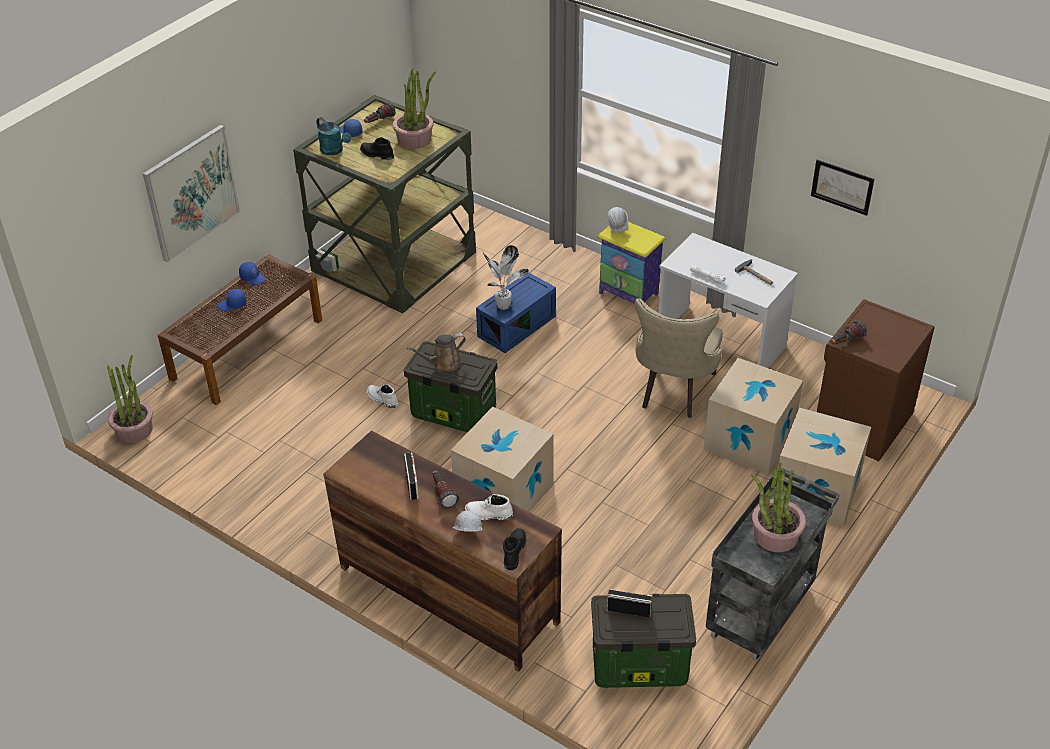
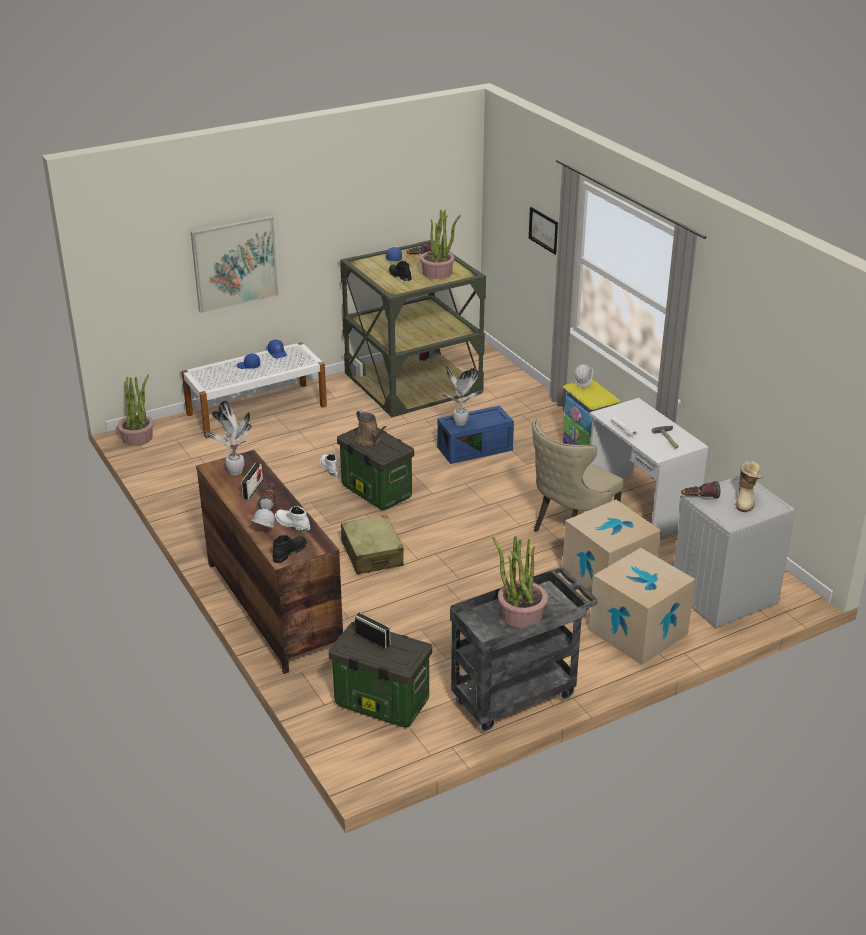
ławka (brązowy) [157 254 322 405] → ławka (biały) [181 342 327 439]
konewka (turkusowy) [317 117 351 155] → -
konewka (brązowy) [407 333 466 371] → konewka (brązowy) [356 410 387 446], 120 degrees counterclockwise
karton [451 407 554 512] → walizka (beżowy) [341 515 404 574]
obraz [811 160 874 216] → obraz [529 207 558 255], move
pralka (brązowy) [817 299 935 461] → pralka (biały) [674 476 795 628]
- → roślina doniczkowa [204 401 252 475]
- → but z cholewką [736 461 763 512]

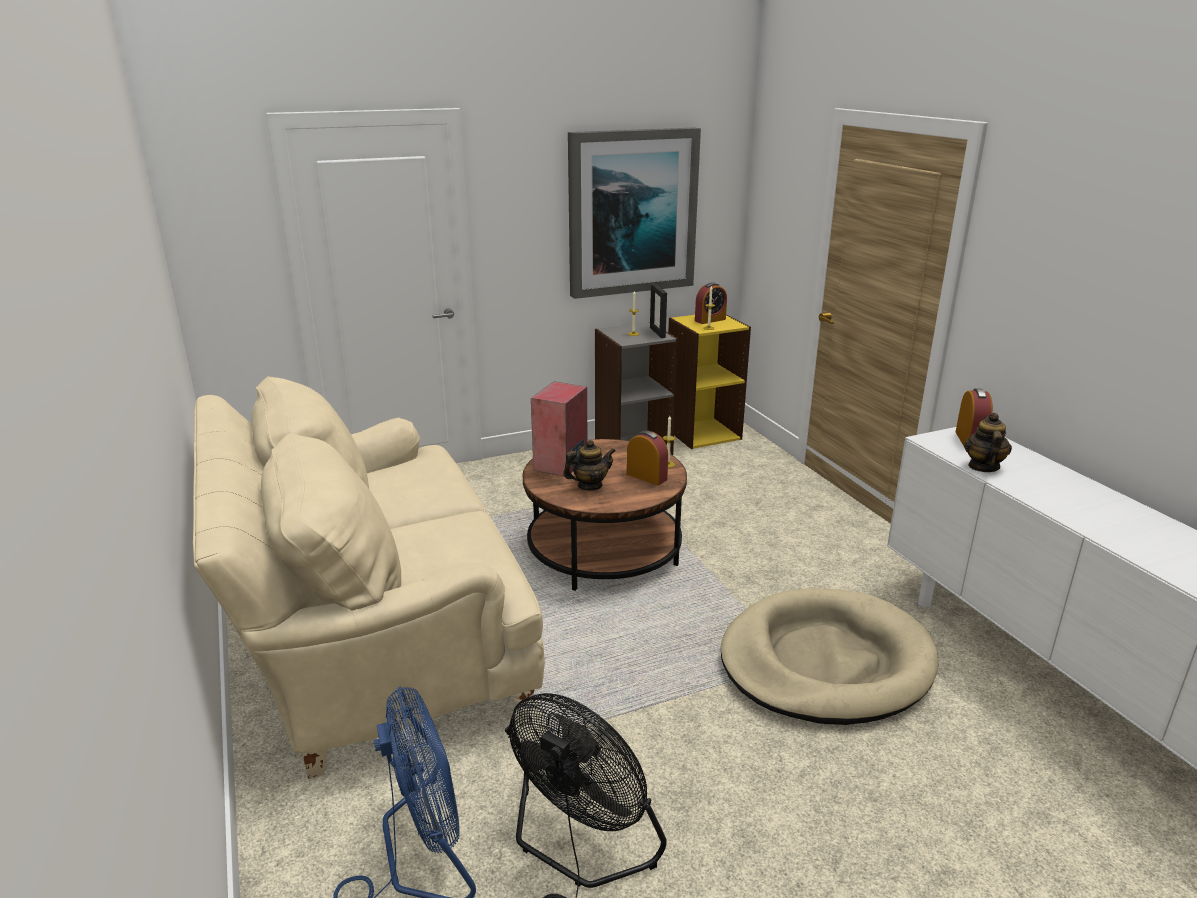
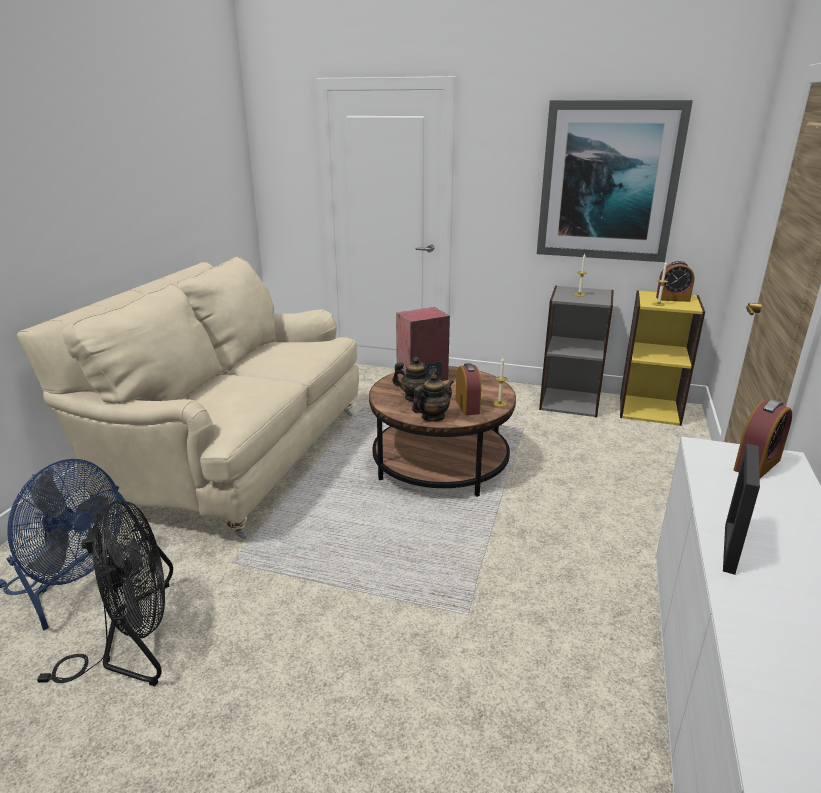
ramka na zdjęcie [650 284 667 338] → ramka na zdjęcie [723 444 760 575], move
legowisko (beżowy) [721 588 939 725] → -
imbryk [964 413 1012 472] → imbryk [412 374 454 422], move

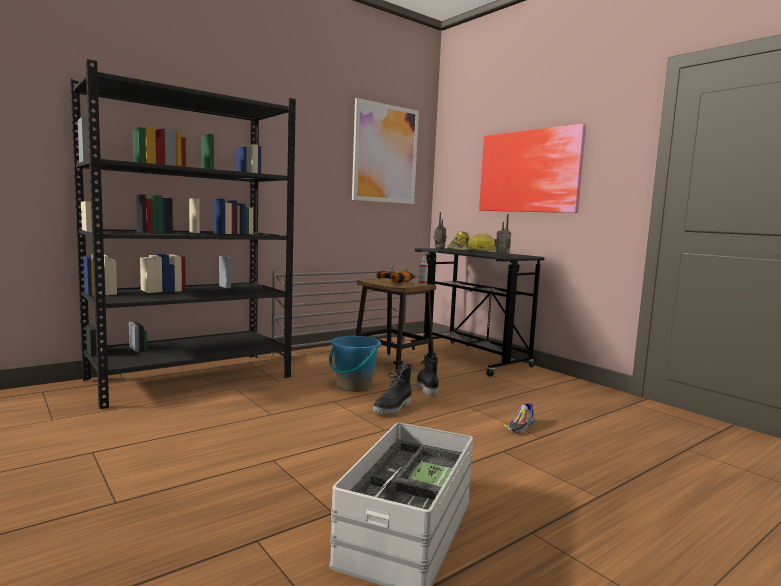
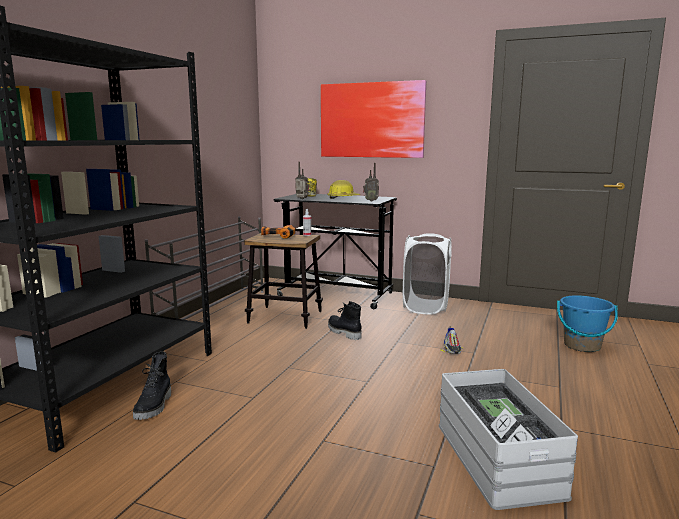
wiadro (niebieski) [329 336 381 392] → wiadro (niebieski) [557 295 618 352], move
obraz [352 98 419 204] → -
but z cholewką (czarny) [373 364 412 414] → but z cholewką (czarny) [133 351 171 420], move
- → kosz na pranie (biały) [403 233 452 314]

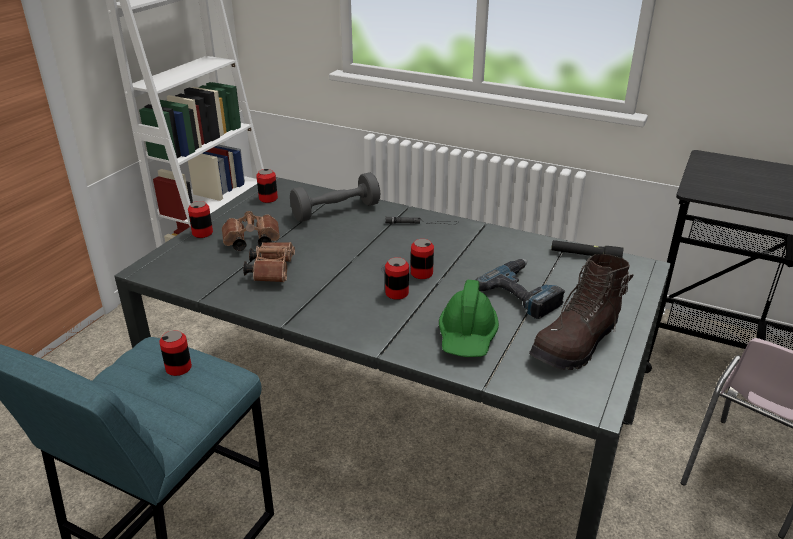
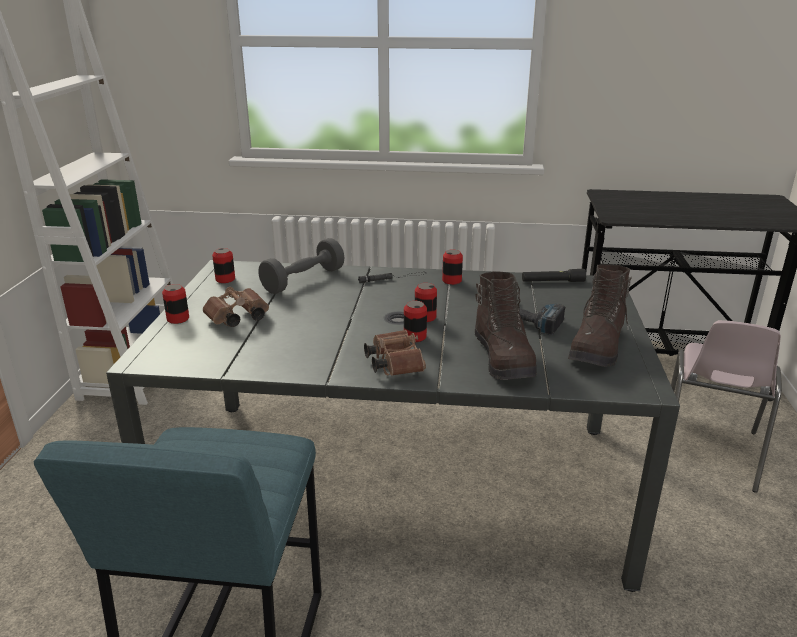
puszka [159 330 192 376] → puszka [442 249 463 285], move
lornetka (brązowy) [243 242 295 282] → lornetka (brązowy) [364 330 426 376], move
kask (zielony) [439 280 499 357] → but z cholewką (brązowy) [475 271 537 380]

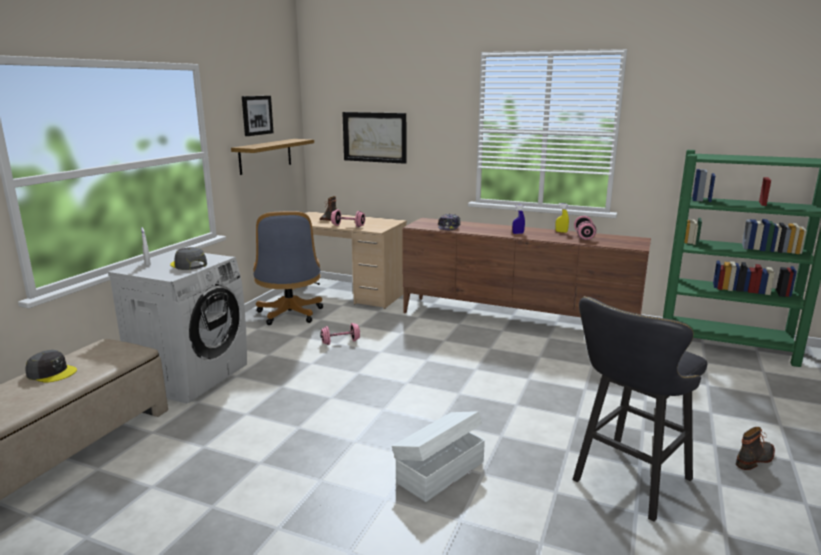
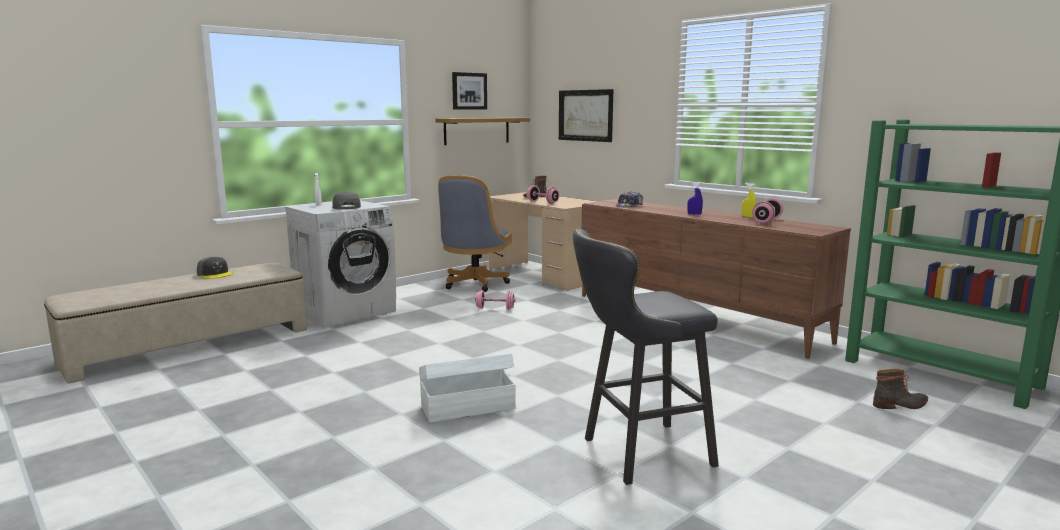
but z cholewką [736 427 775 470] → but z cholewką [873 369 928 409], move

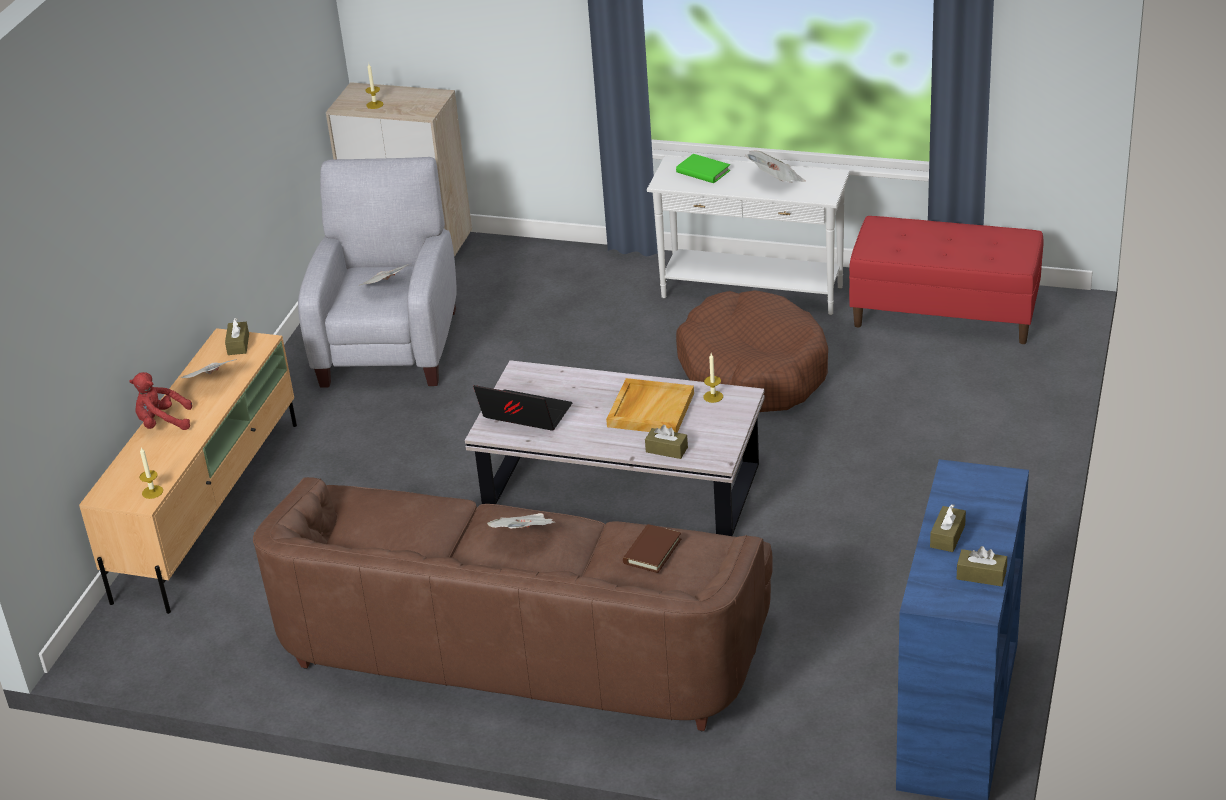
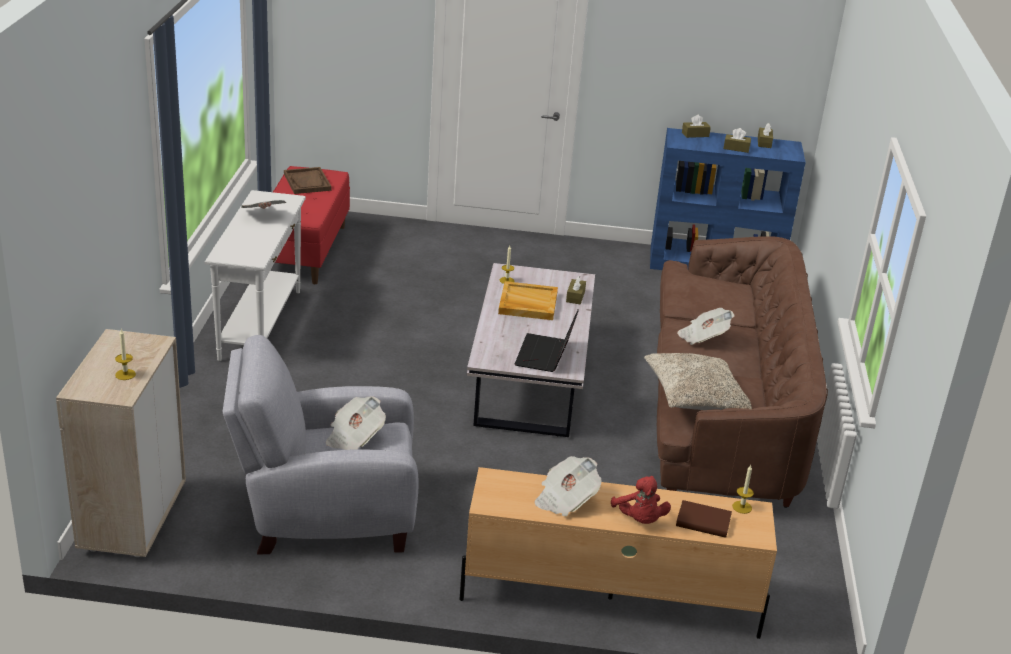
pudełko chusteczek (brązowy) [225 318 249 355] → pudełko chusteczek (brązowy) [682 115 711 138], move
książka (brązowy) [623 524 681 573] → książka (brązowy) [676 500 732 538], move
książka (zielony) [676 154 730 183] → -
legowisko (brązowy) [676 290 828 412] → -
- → taca (brązowy) [284 167 331 194]
- → poduszka (beżowy) [644 353 752 410]

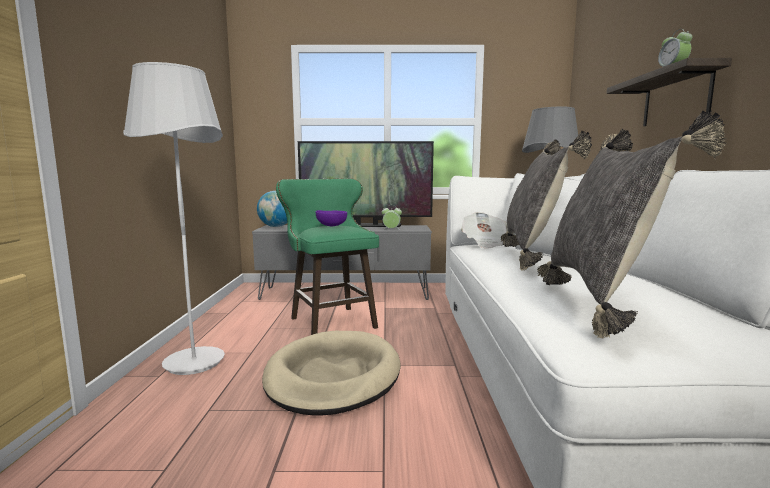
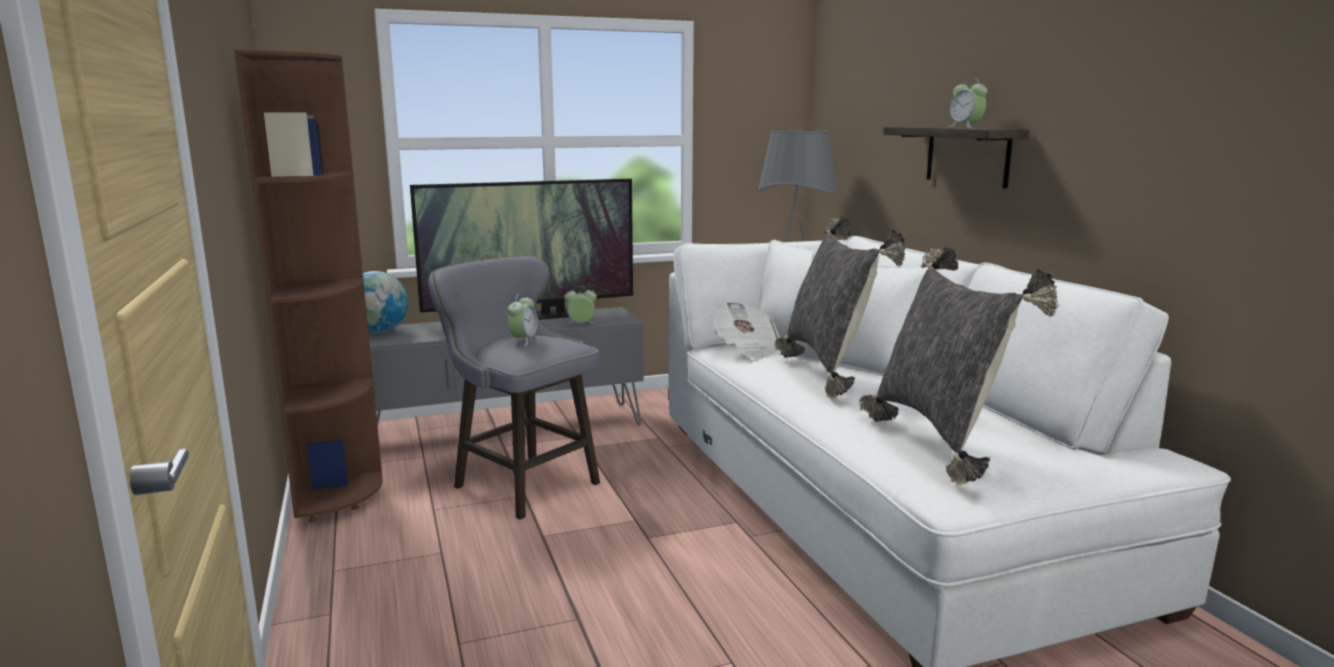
lampa stojąca (biały) [123 62 225 375] → -
legowisko (beżowy) [262 331 401 416] → -
stołek (zielony) [276 178 379 335] → stołek (szary) [428 256 600 520]
miska (fioletowy) [316 210 347 226] → budzik [508 294 539 346]
- → regał (brązowy) [234 50 383 522]

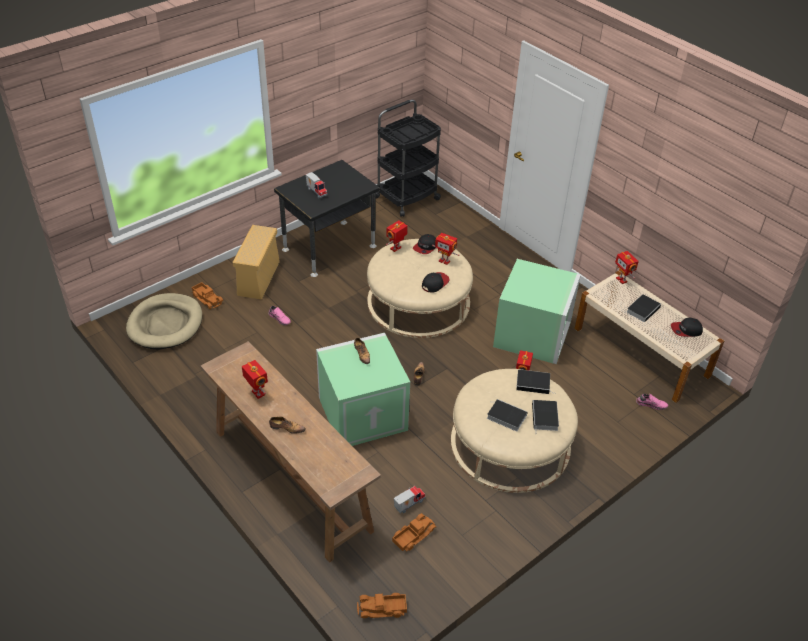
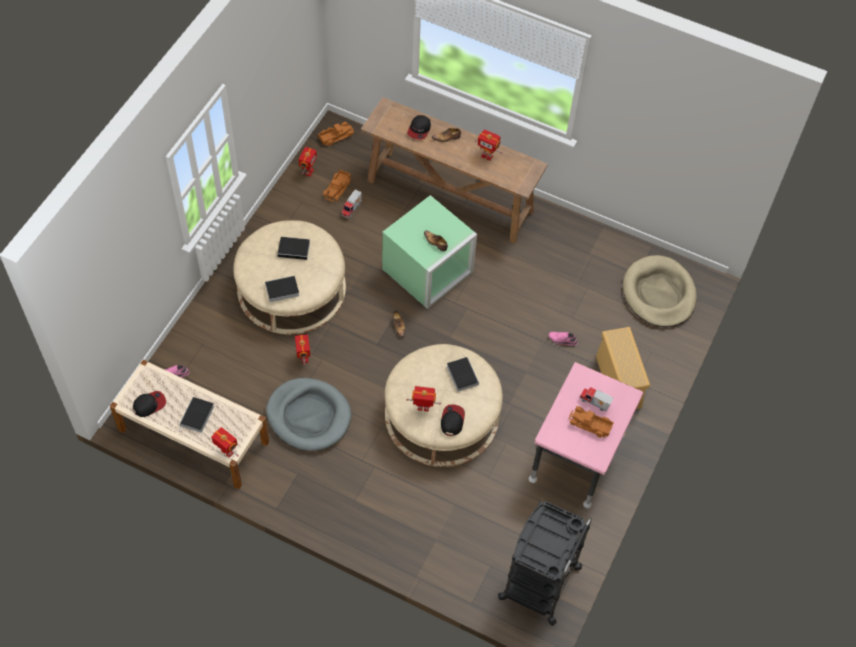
ciężarówka zabawkowa [192 282 223 309] → ciężarówka zabawkowa [568 406 614 438], move
biurko (czarny) [274 160 380 277] → biurko (różowy) [529 362 644 508]
robot zabawkowy [386 220 408 252] → robot zabawkowy [299 147 317 177], move
czapka z daszkiem [422 272 450 293] → czapka z daszkiem [407 115 431 140], move
pojemnik do przechowywania (zielony) [493 259 581 364] → legowisko (szary) [266 378 351 451]
książka [532 400 559 435] → książka [447 356 479 392], move

